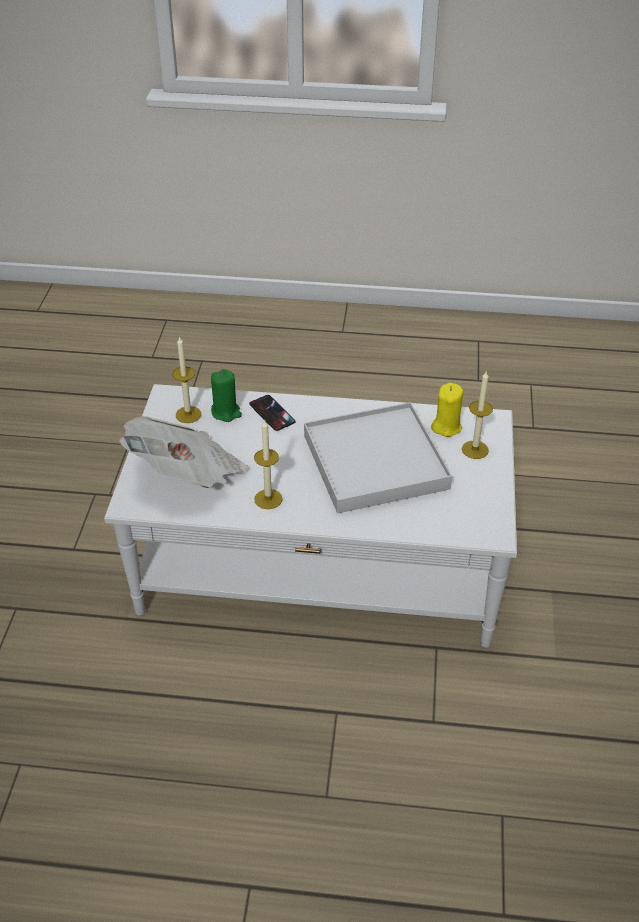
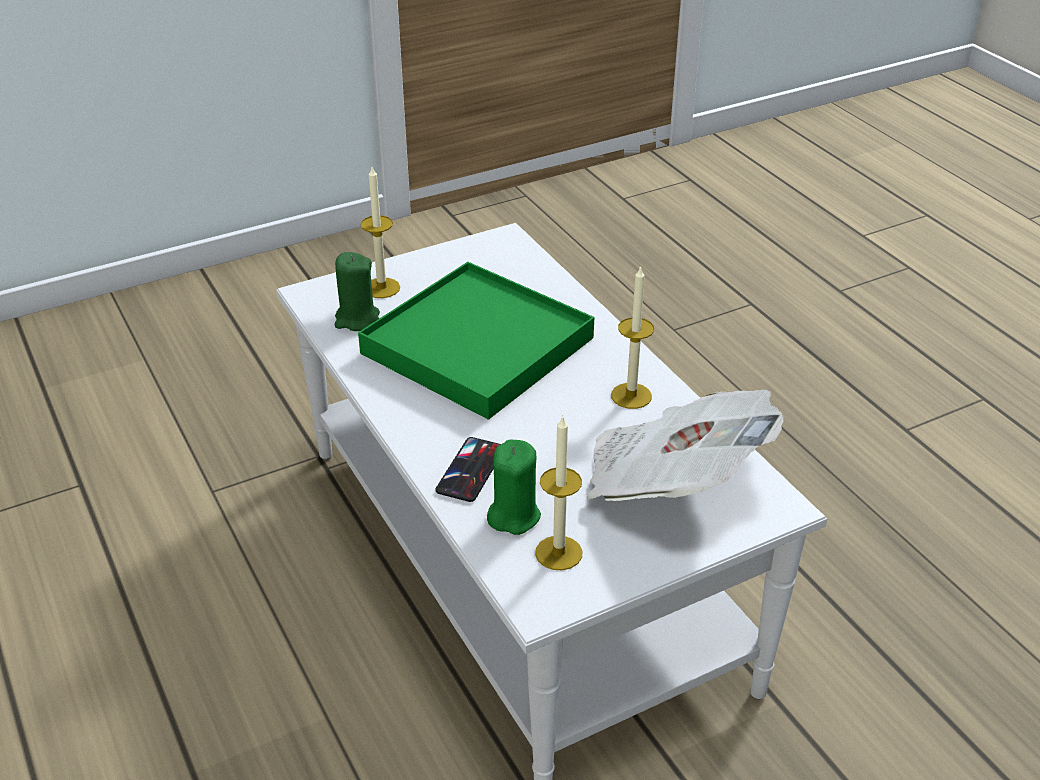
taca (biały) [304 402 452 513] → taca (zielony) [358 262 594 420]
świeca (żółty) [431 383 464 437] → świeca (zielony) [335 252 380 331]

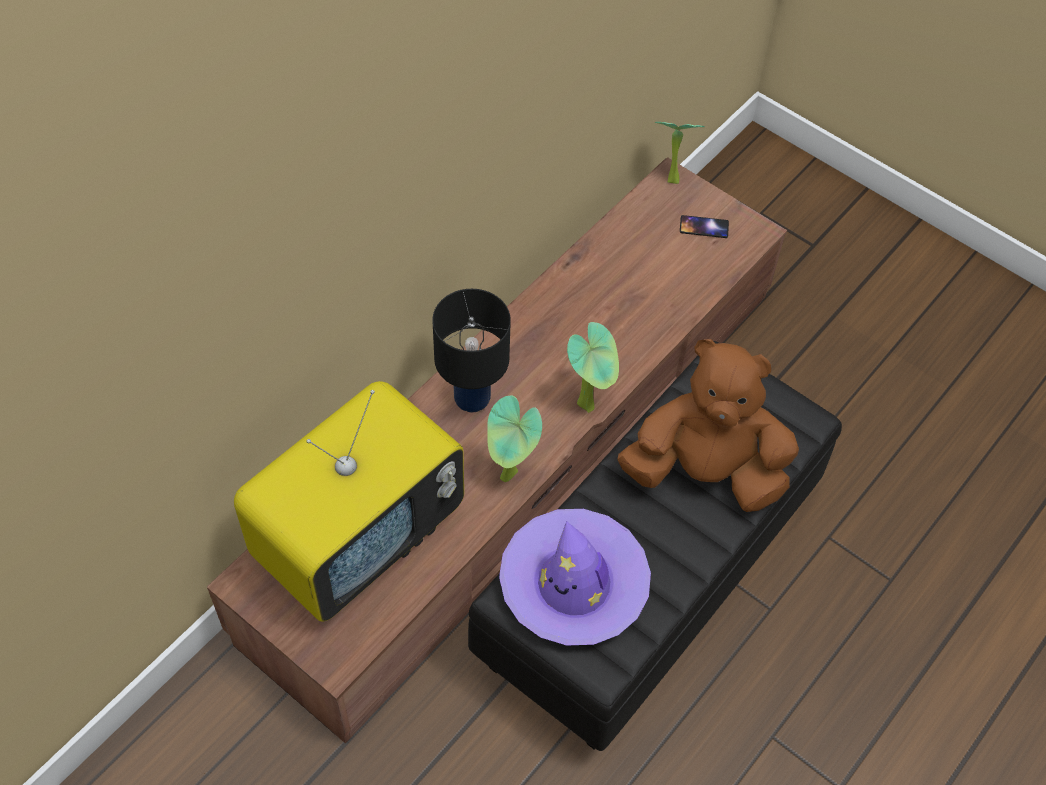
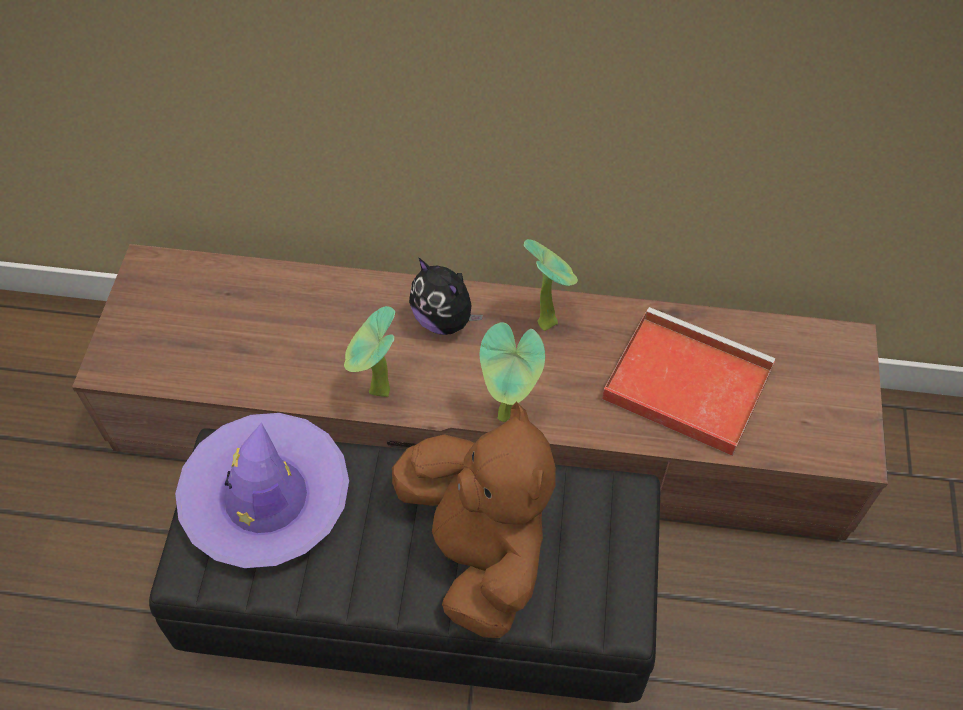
telewizor [234 381 464 622] → -
lampa stołowa (czarny) [432 289 511 413] → pluszak [409 257 483 335]
roślina doniczkowa [655 122 705 184] → roślina doniczkowa [524 239 578 331], move
telefon [680 215 729 238] → -
- → taca (czerwony) [602 307 775 456]

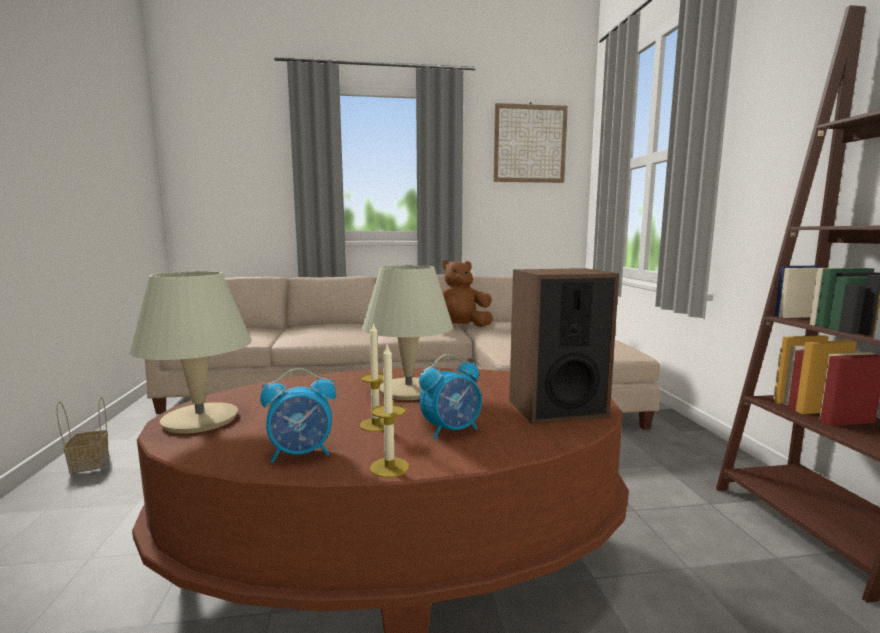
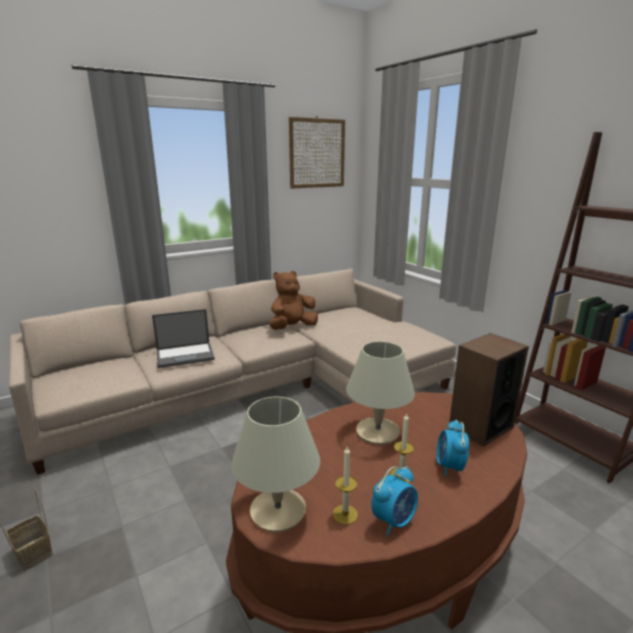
świeca [370 345 409 478] → świeca [333 447 358 525], move
budzik [419 354 482 439] → budzik [437 420 469 477], 150 degrees clockwise
- → laptop [152 309 215 368]

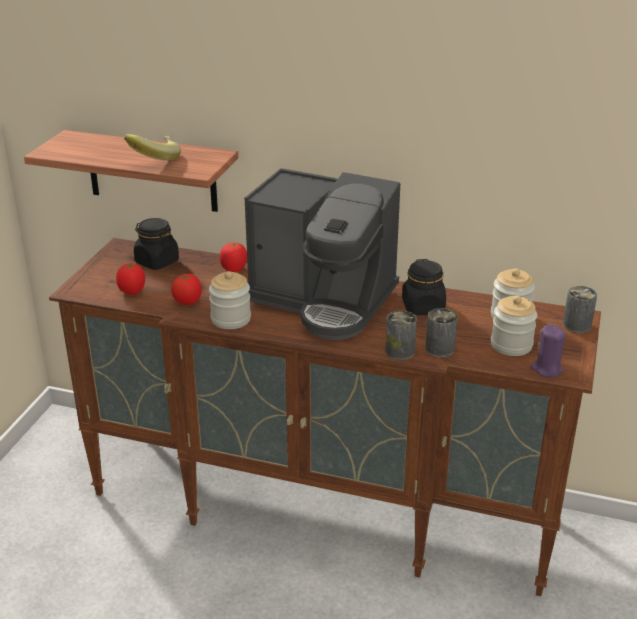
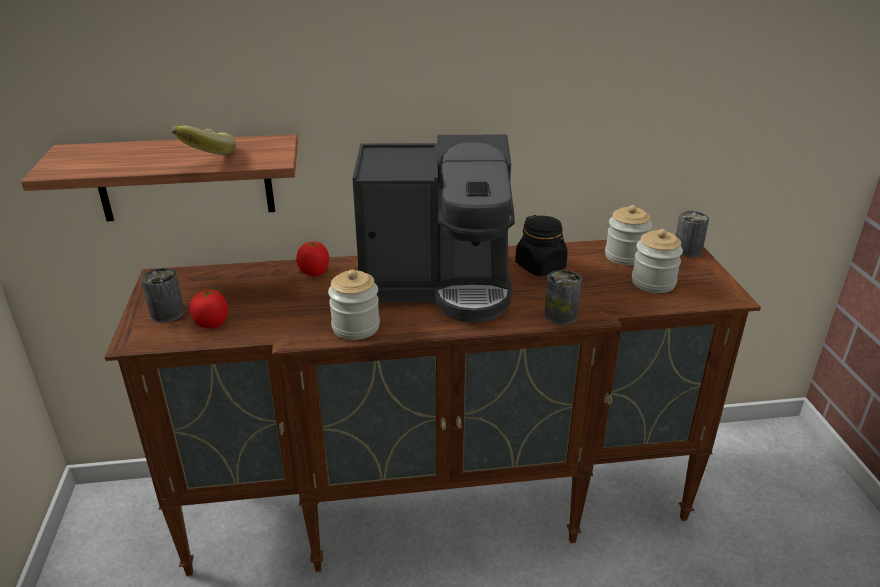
słoik (czarny) [134 218 179 270] → -
pomidor [171 274 202 305] → -
puszka [425 308 458 357] → puszka [141 268 184 323], move
świeca (fioletowy) [530 324 566 377] → -

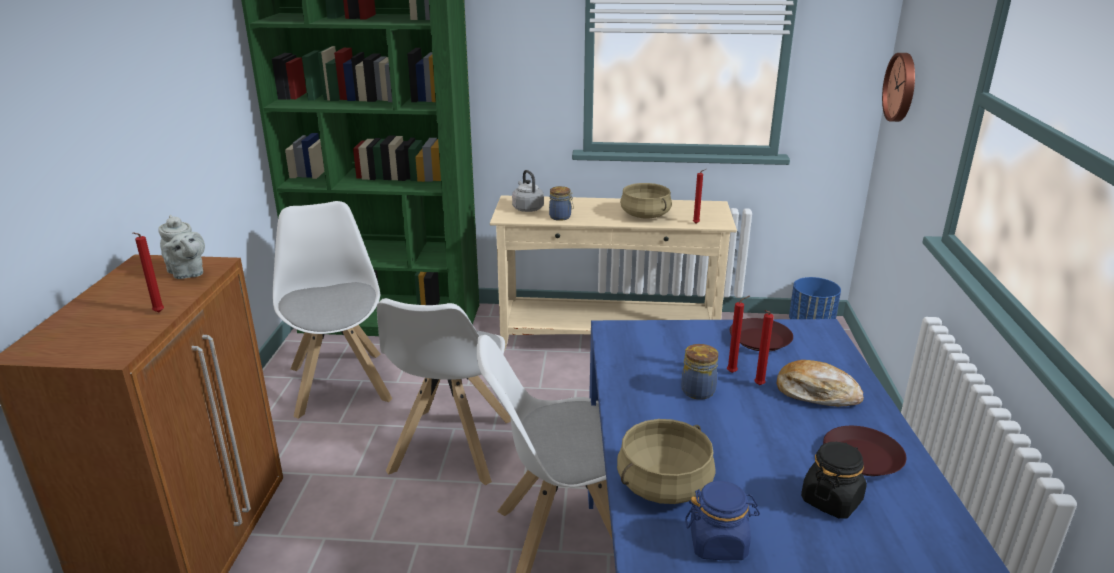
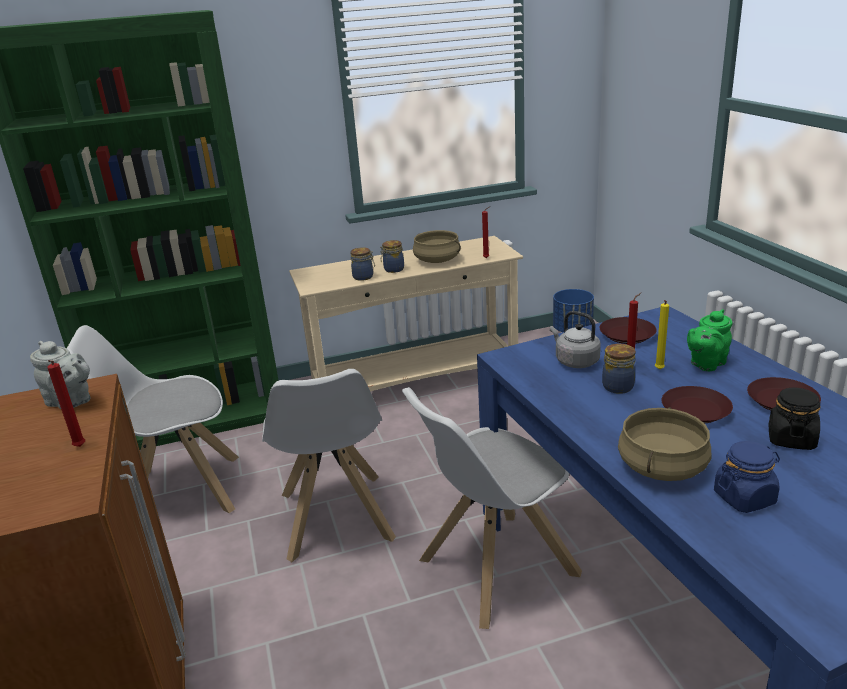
krzesło [273 201 393 419] → krzesło [67 325 239 513], 60 degrees counterclockwise
czajnik (szary) [512 170 544 212] → czajnik (szary) [550 311 601 368], move
świeca (czerwony) [754 310 774 385] → świeca (żółty) [655 300 669 370]
chleb [776 360 864 407] → imbryk (zielony) [687 309 733 371]
zegar ścienny [882 53 915 122] → -
- → słoik [380 240 404 273]
- → talerz (brązowy) [662 386 733 423]

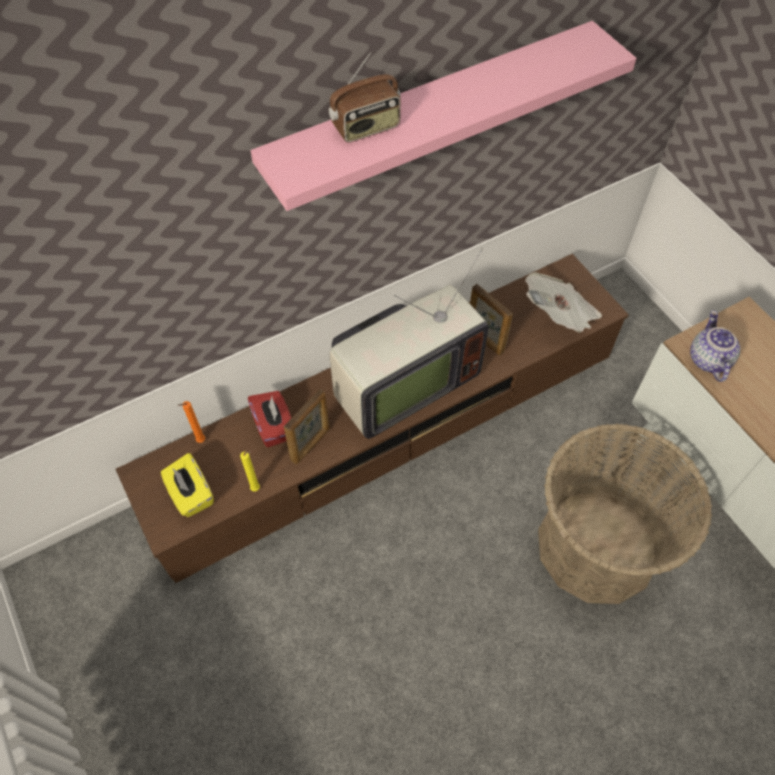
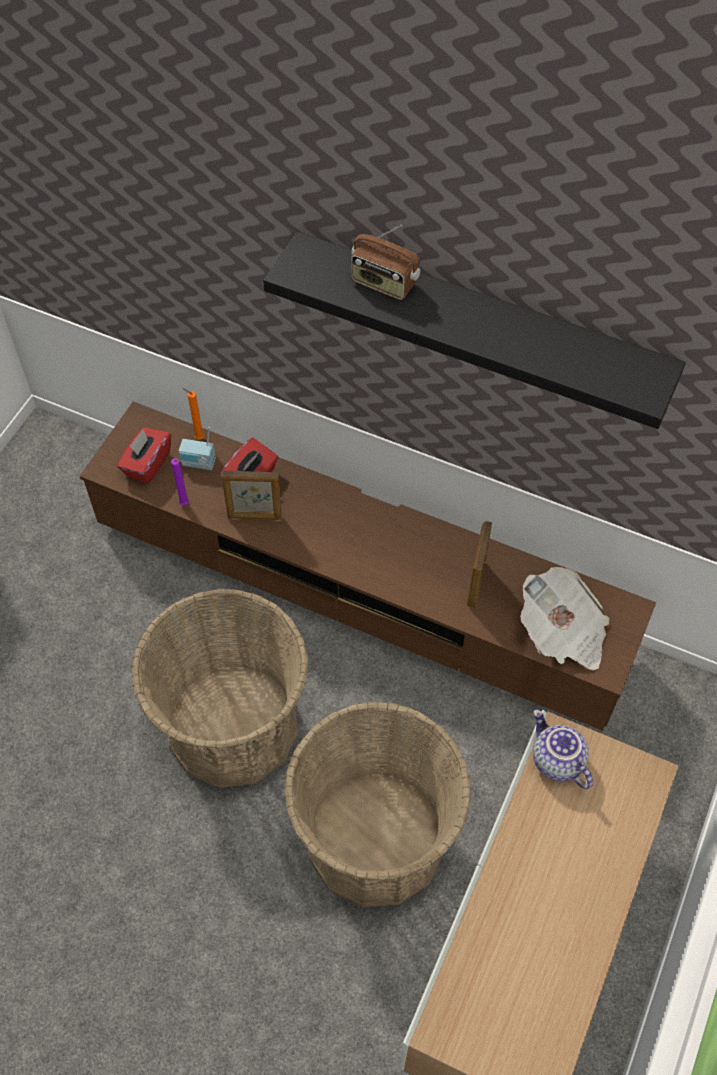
pudełko chusteczek (żółty) [161 453 214 517] → pudełko chusteczek (czerwony) [117 427 171 484]
świeca (żółty) [240 451 260 491] → świeca (fioletowy) [171 458 189 506]
półka (różowy) [251 21 637 211] → półka (czarny) [263 231 686 429]
telewizor [329 248 489 439] → -
imbryk [690 310 740 382] → imbryk [533 709 593 789], 90 degrees counterclockwise
- → koszyk [132 589 309 788]
- → radio [179 427 216 470]

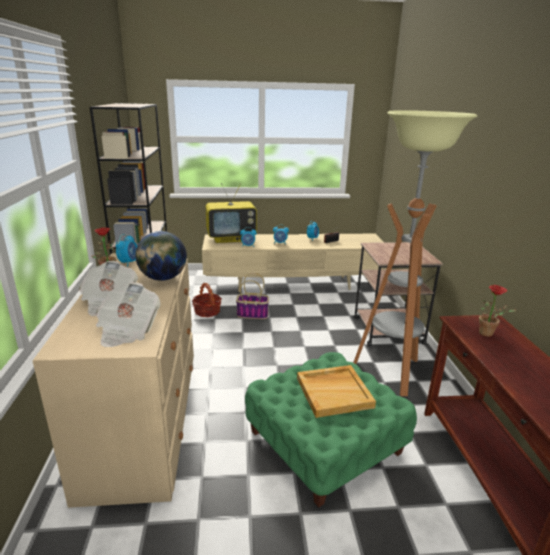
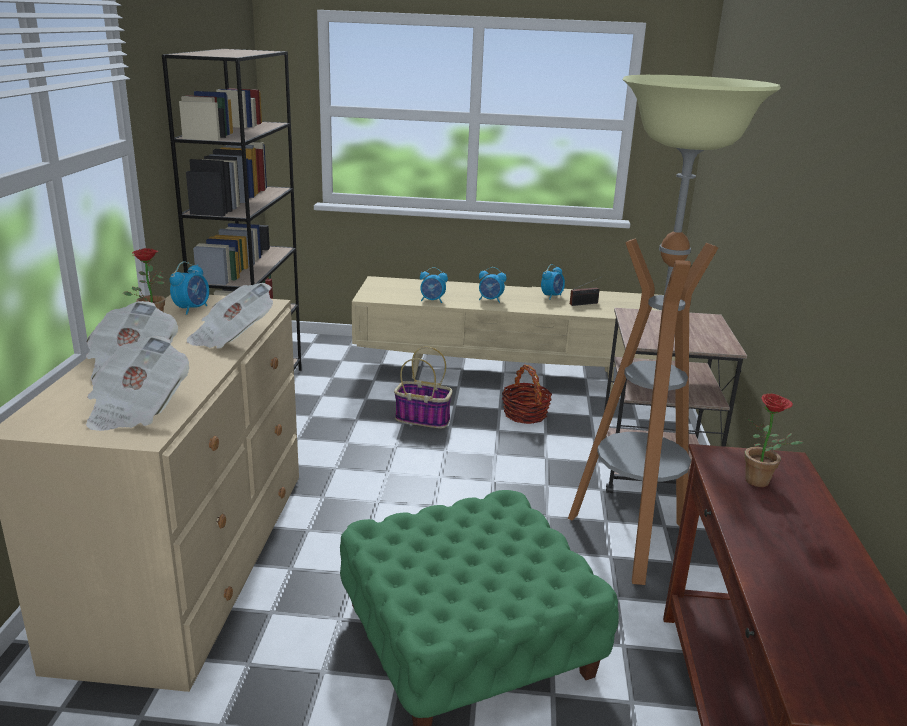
globus [135 231 187 281] → gazeta [186 283 273 349]
koszyk [192 283 222 317] → koszyk [502 365 552 424], move
telewizor [206 183 257 243] → -
taca (beżowy) [297 365 376 418] → -

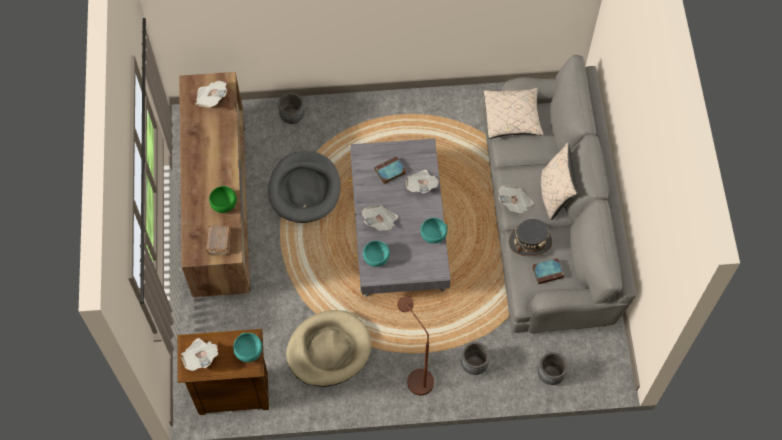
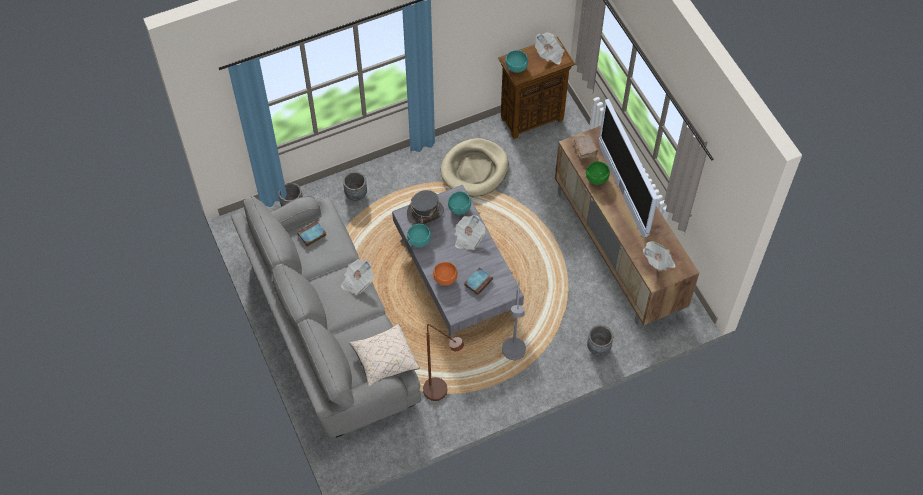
legowisko (szary) [268 151 341 223] → -
lampa stojąca (brązowy) [397 297 434 395] → lampa stojąca (brązowy) [423 324 464 401], move
gazeta [406 170 439 193] → miska (pomarańczowy) [433 262 458 286]
kapelusz (szary) [509 219 552 256] → kapelusz (szary) [407 190 444 225], move
poduszka (beżowy) [541 143 578 220] → -
- → lampa stojąca (szary) [502 280 526 360]
- → telewizor [599 99 658 237]

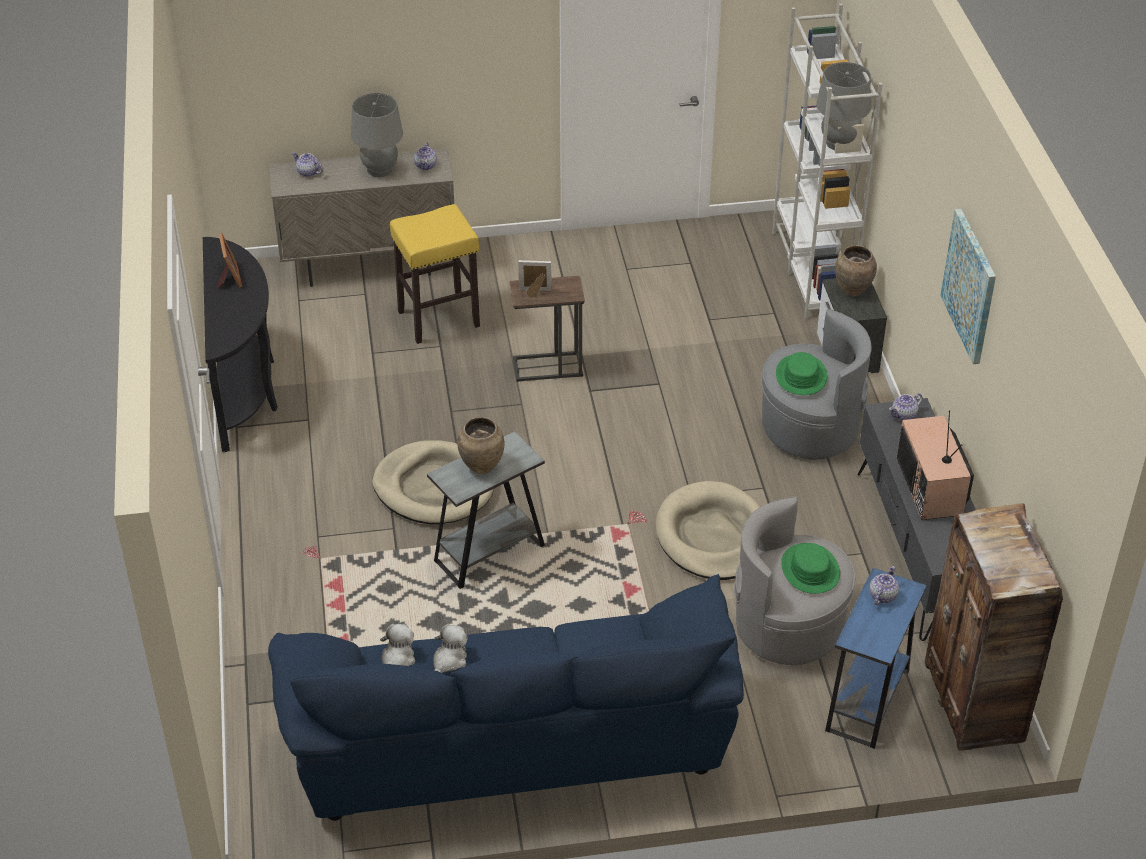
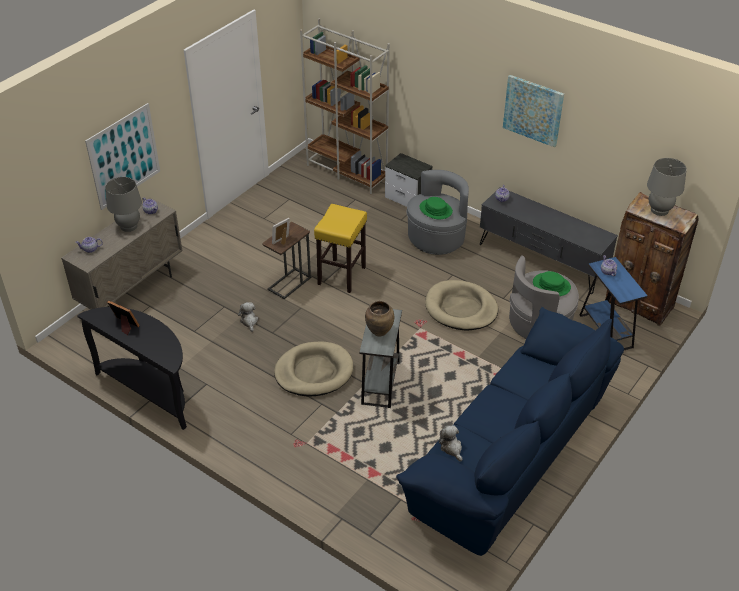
stołek (żółty) [390 204 480 344] → stołek (żółty) [314 204 367 293], move
pluszak [433 624 468 673] → pluszak [238 302 258 332], move
regał (biały) [772 4 883 319] → regał (brązowy) [300 19 390 194]
lampa stołowa (szary) [816 62 871 150] → lampa stołowa (szary) [647 158 687 216], move
wazon (brązowy) [835 245 877 296] → -
telewizor [897 410 974 520] → -
- → obraz [85 103 160 210]

